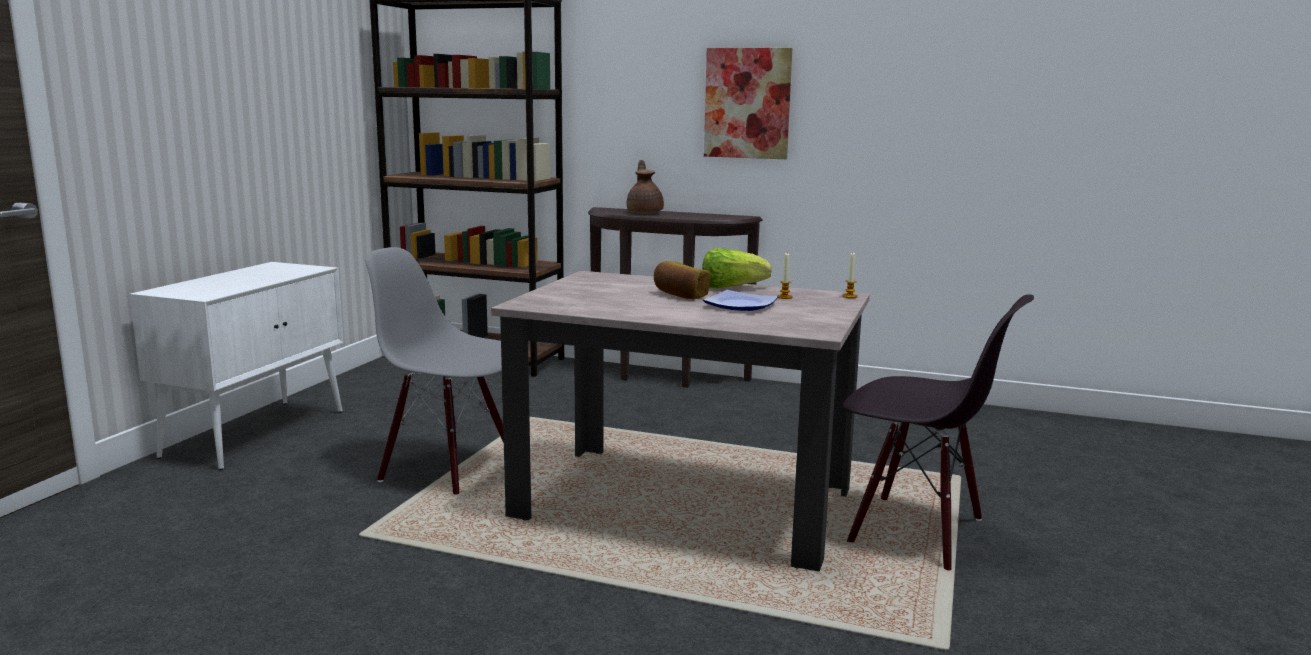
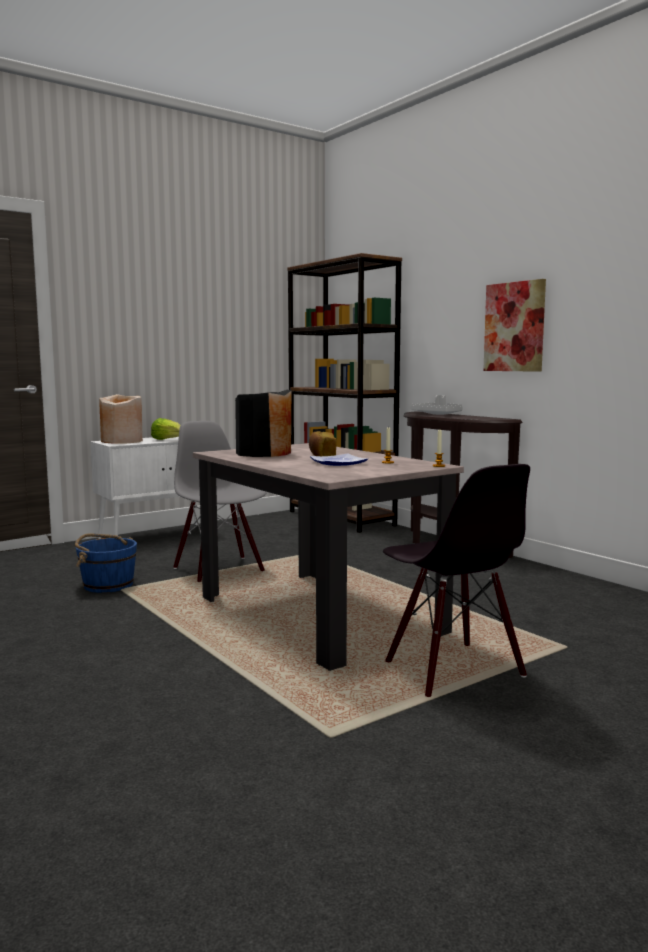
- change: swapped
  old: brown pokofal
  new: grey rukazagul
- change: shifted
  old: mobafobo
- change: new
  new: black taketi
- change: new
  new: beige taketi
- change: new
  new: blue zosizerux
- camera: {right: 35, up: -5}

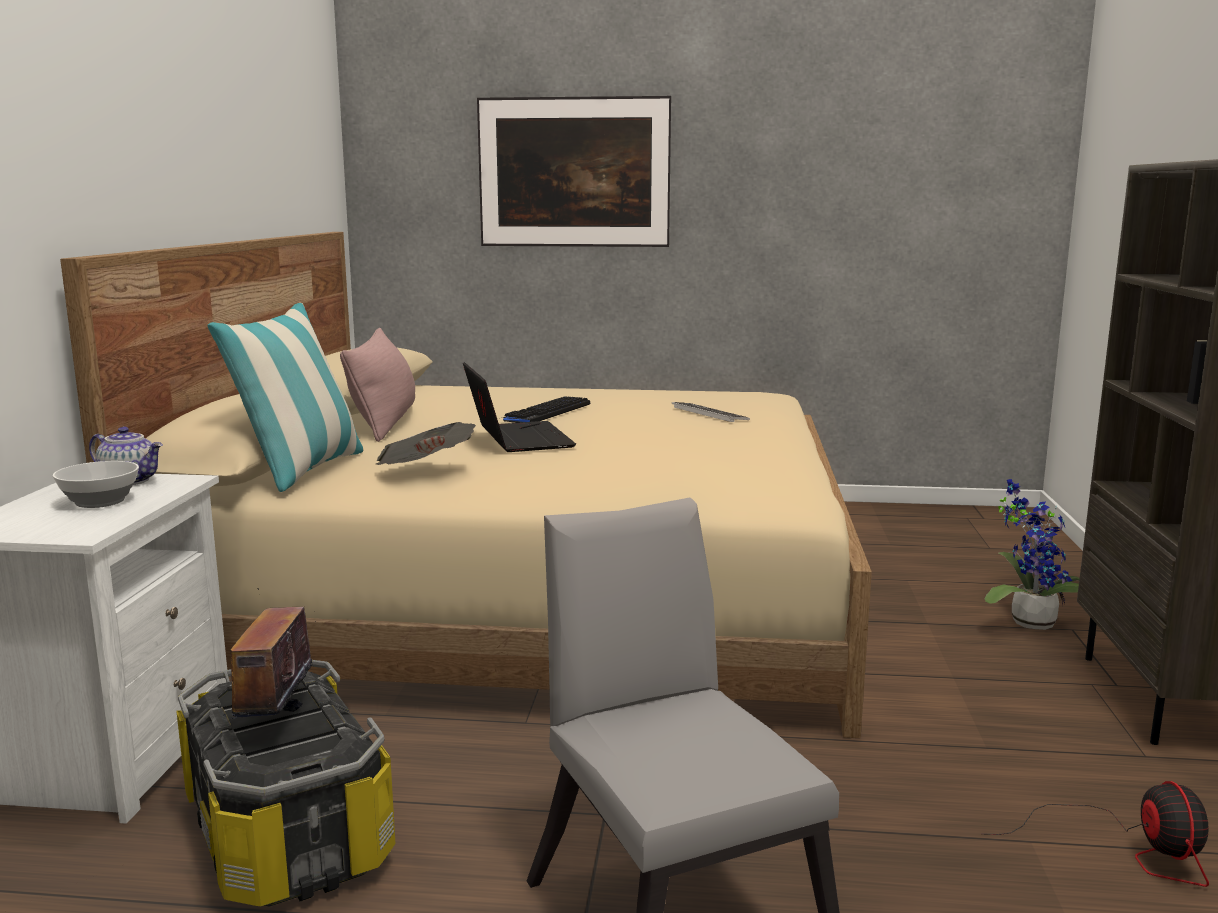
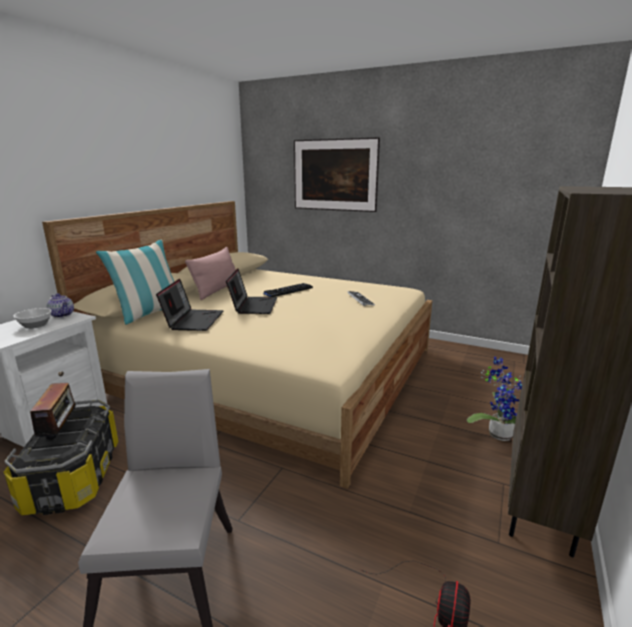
- change: swapped
  old: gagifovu
  new: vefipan (no. 1 from left)
- change: rotated
  old: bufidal
  degrees: 150
- camera: {right: 20, up: 5}

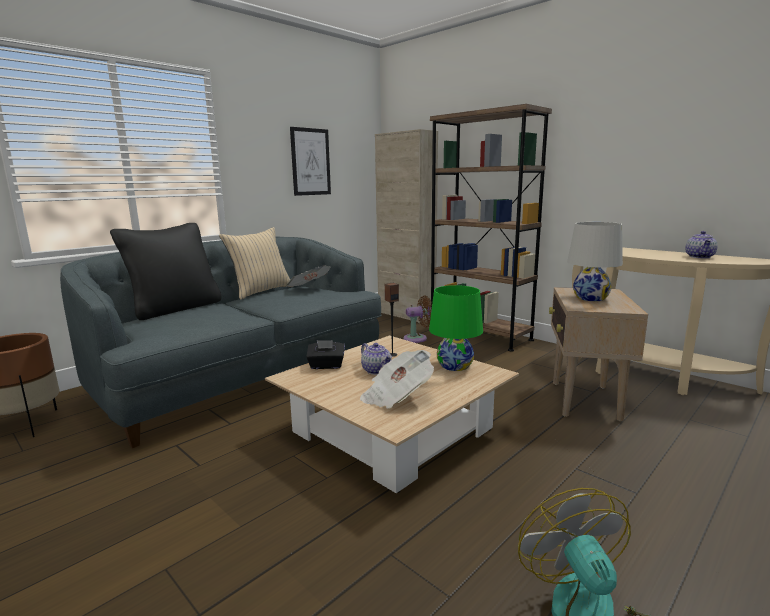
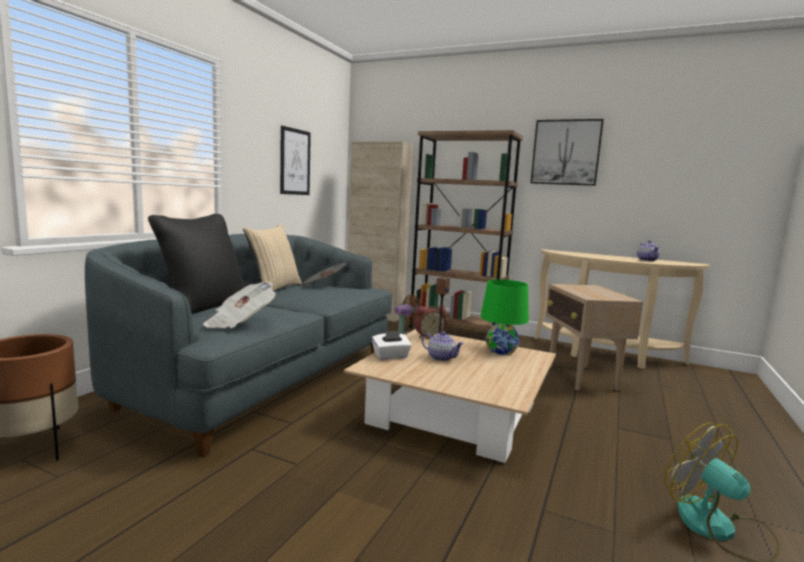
- change: gone
  old: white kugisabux
- change: repainted
  old: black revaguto
  new: white revaguto
- change: shifted
  old: gagifovu (no. 2 from left in the first image)
  new: gagifovu (no. 1 from left)
- change: new
  new: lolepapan (no. 2 from left)
- change: new
  new: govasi
- camera: {right: -20, up: -5}

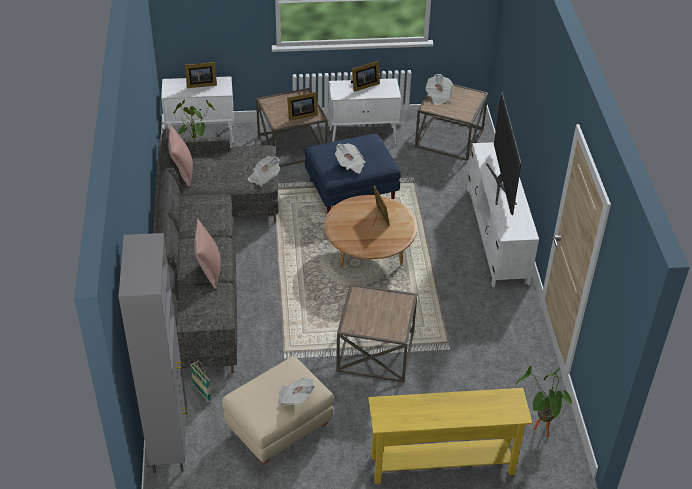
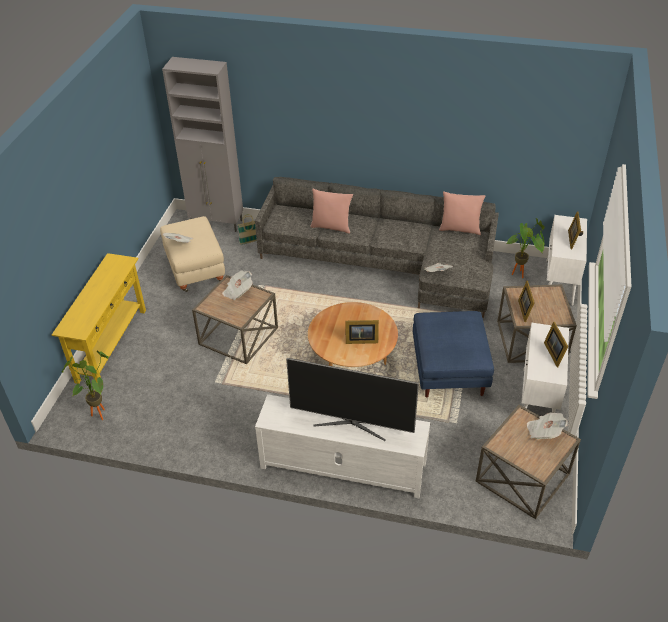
- change: shifted
  old: gagifovu (no. 3 from left in the first image)
  new: gagifovu (no. 2 from left)
- camera: {right: 110, up: 0}

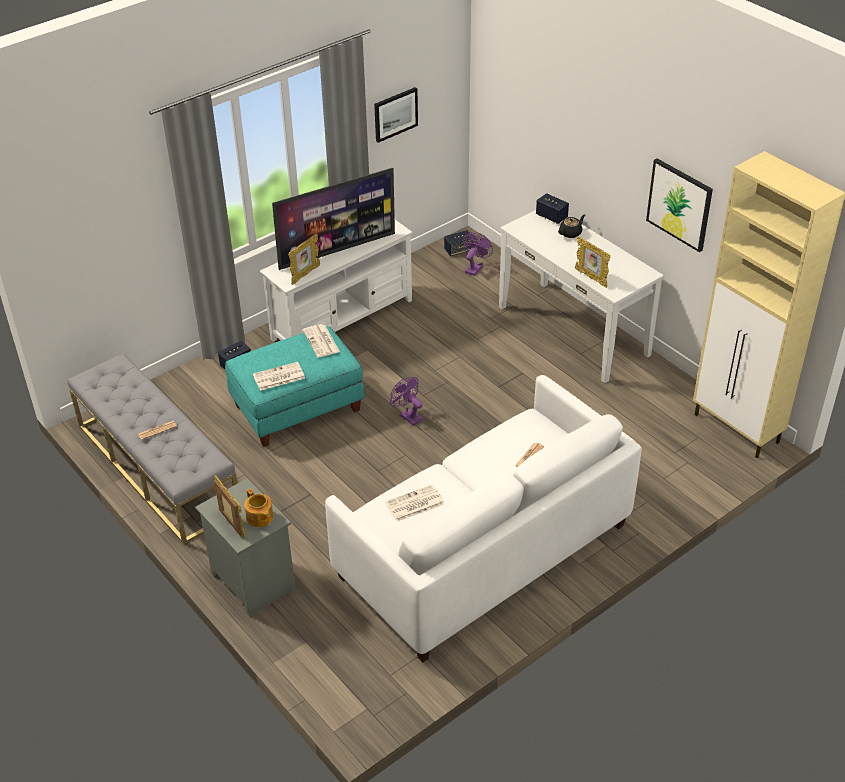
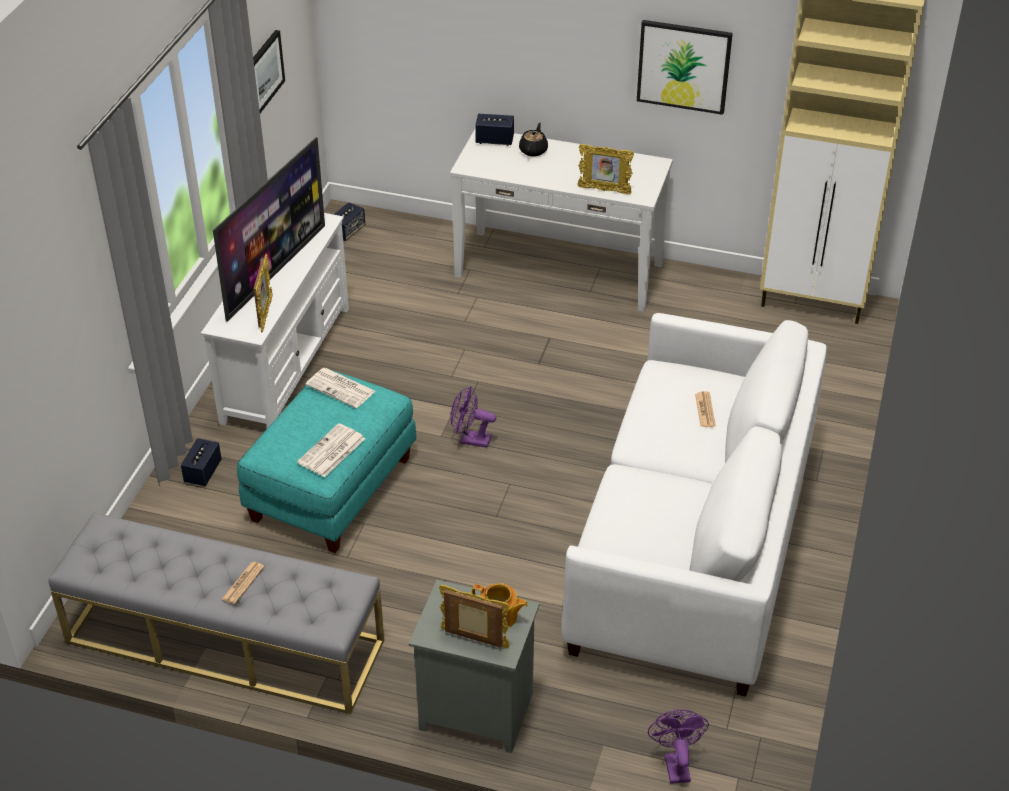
- change: shifted
  old: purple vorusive (no. 2 from left)
- change: gone
  old: gagifovu (no. 4 from left)
- camera: {right: -35, up: 0}

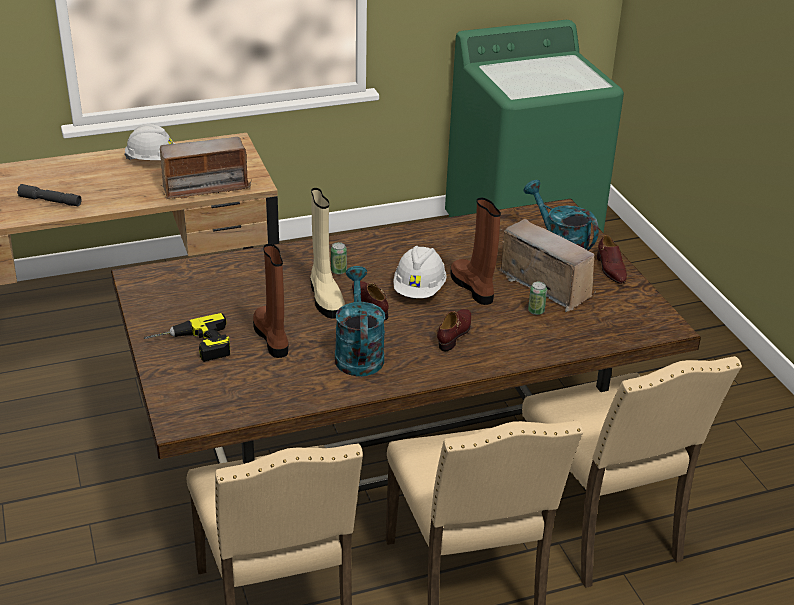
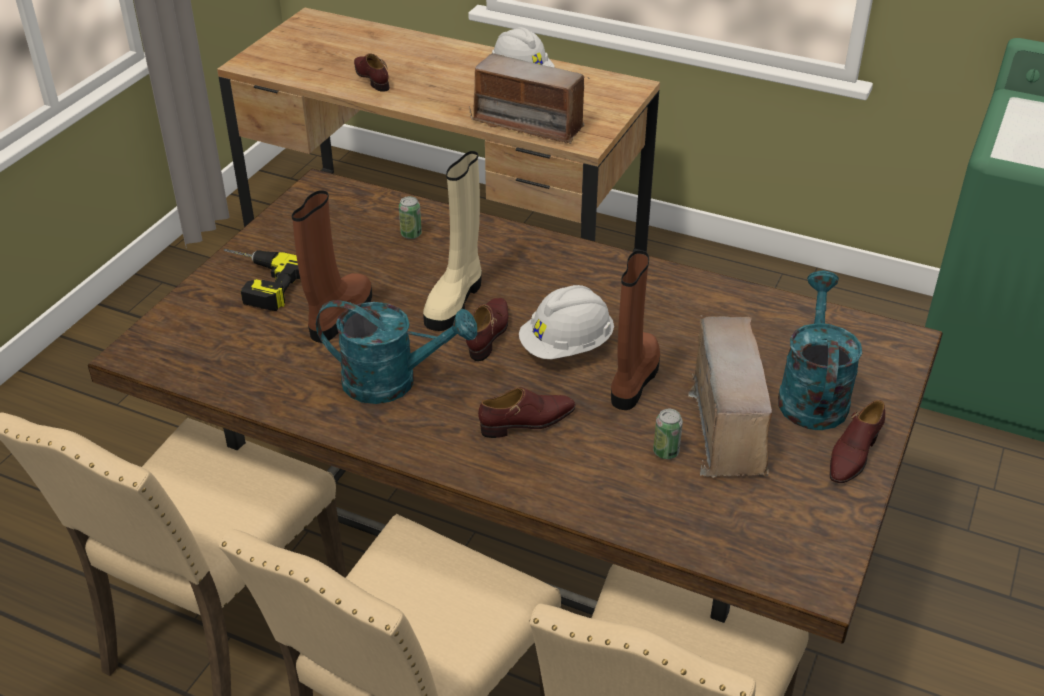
- change: swapped
  old: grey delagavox
  new: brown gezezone (no. 1 from left)
- change: shifted
  old: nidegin (no. 1 from left)
- change: rotated
  old: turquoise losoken (no. 1 from left)
  degrees: 60
- camera: {right: 45, up: 5}

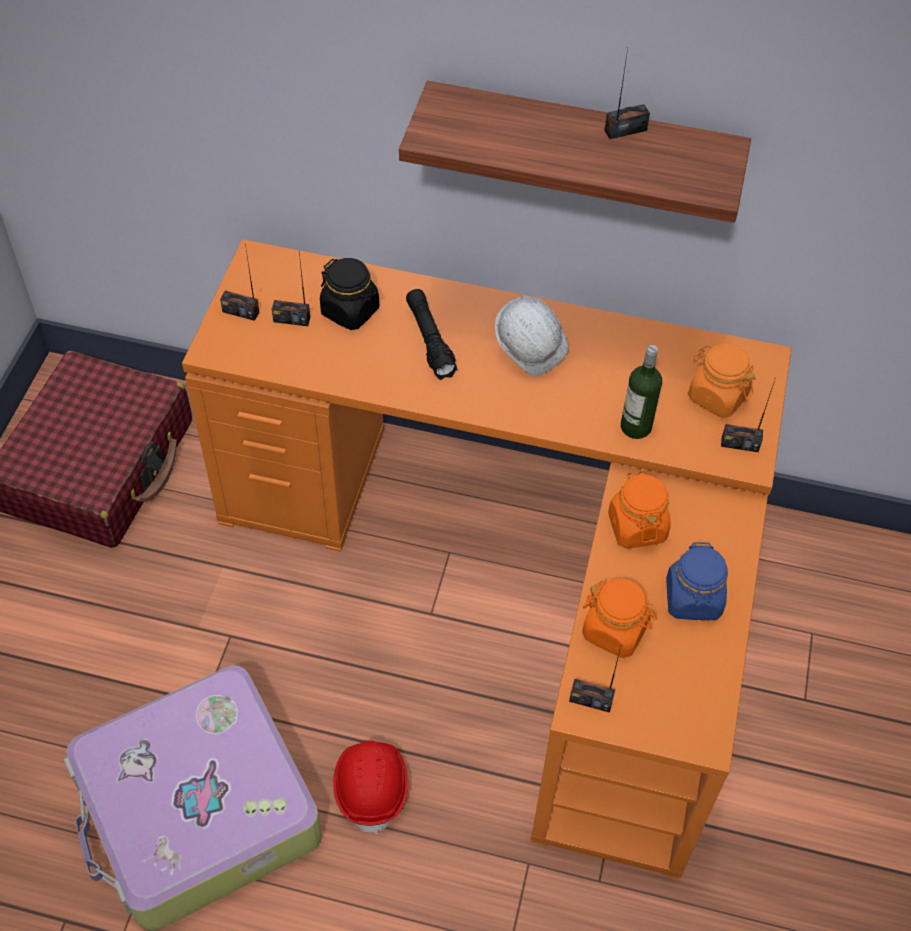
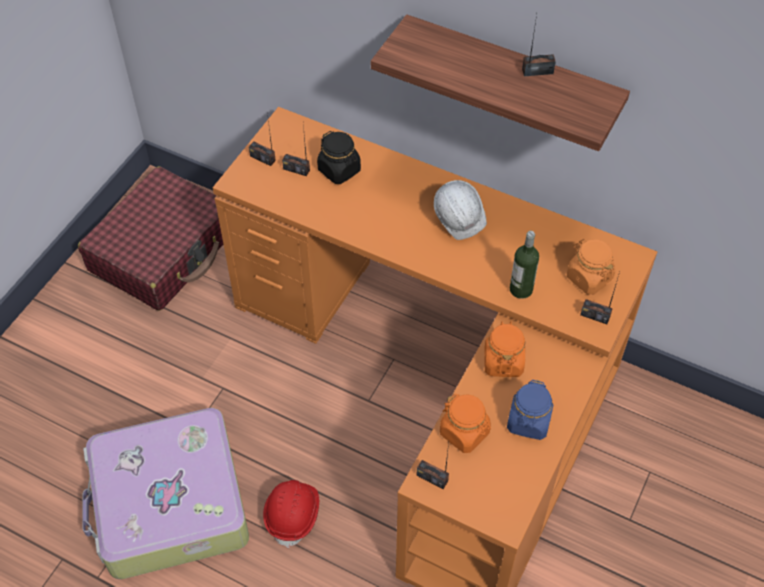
- change: gone
  old: black delagavox
- camera: {right: 15, up: 0}

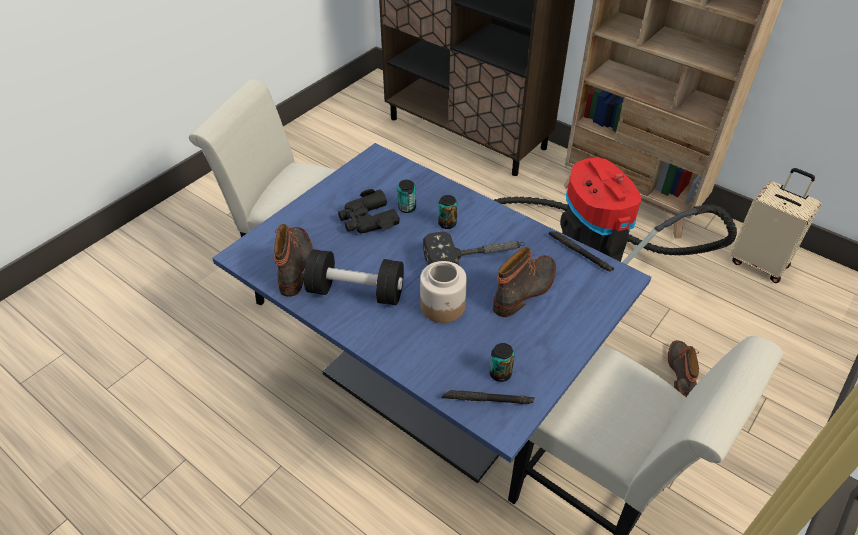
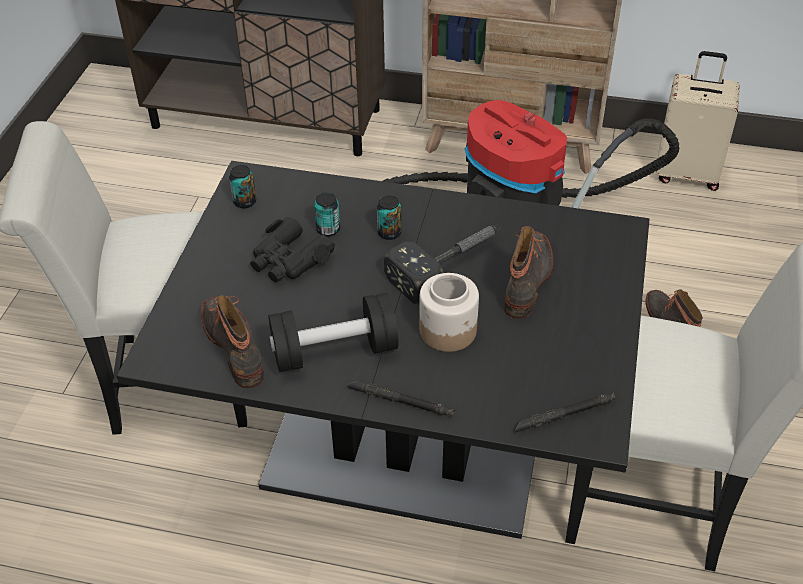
- change: repainted
  old: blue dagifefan
  new: black dagifefan
- change: shifted
  old: black delagavox (no. 2 from left in the first image)
  new: black delagavox (no. 1 from left)
- change: shifted
  old: nidegin (no. 3 from left in the first image)
  new: nidegin (no. 1 from left)
- camera: {right: -25, up: 0}

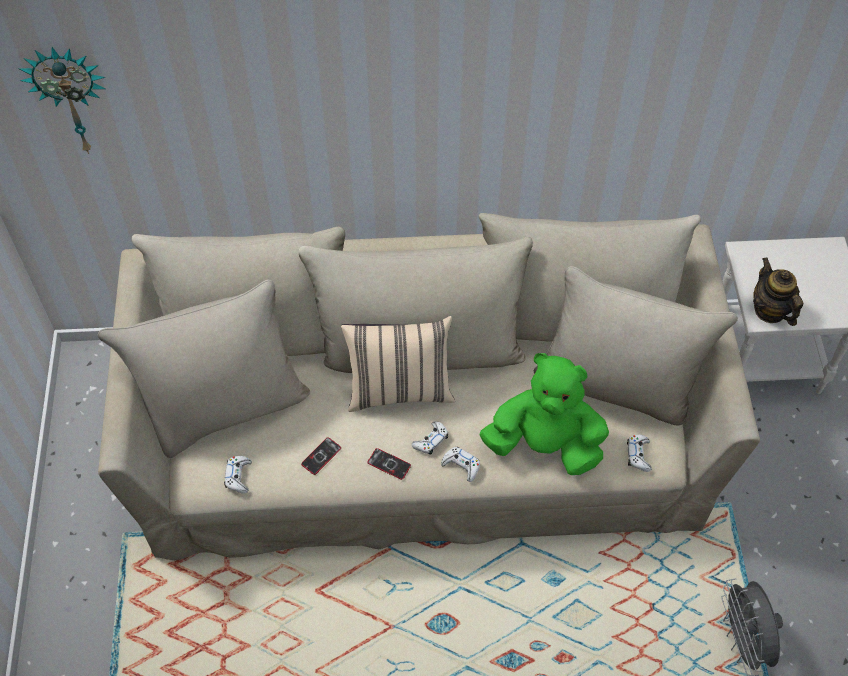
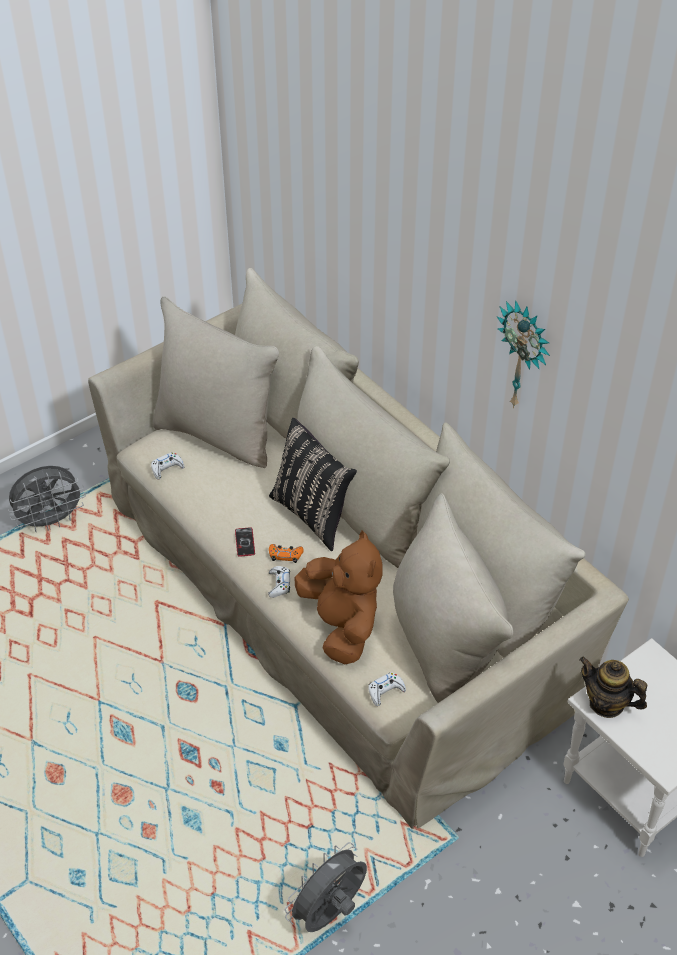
- change: shifted
  old: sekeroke
- change: rotated
  old: pokofal
  degrees: -90
- change: repainted
  old: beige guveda
  new: black guveda
- change: repainted
  old: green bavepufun
  new: brown bavepufun
- change: repainted
  old: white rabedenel (no. 2 from left)
  new: orange rabedenel
- change: gone
  old: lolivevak (no. 1 from left)
- change: new
  new: grey vorusive (no. 1 from left)
- camera: {right: 55, up: -10}

